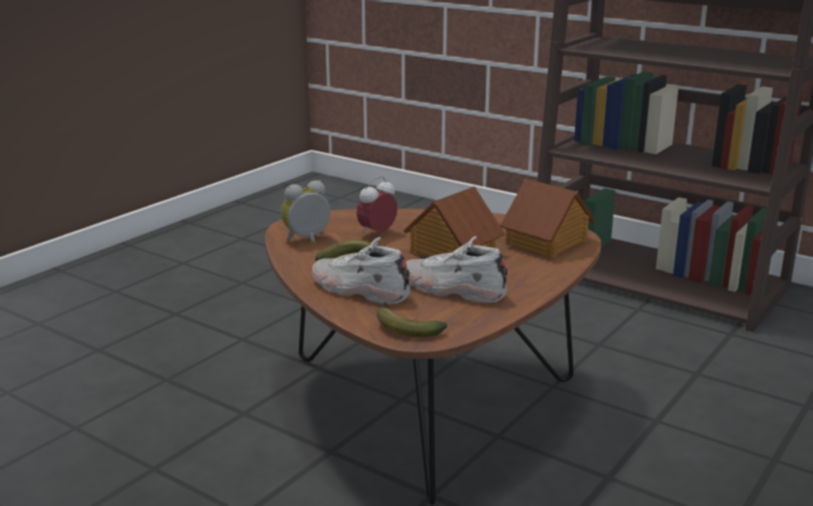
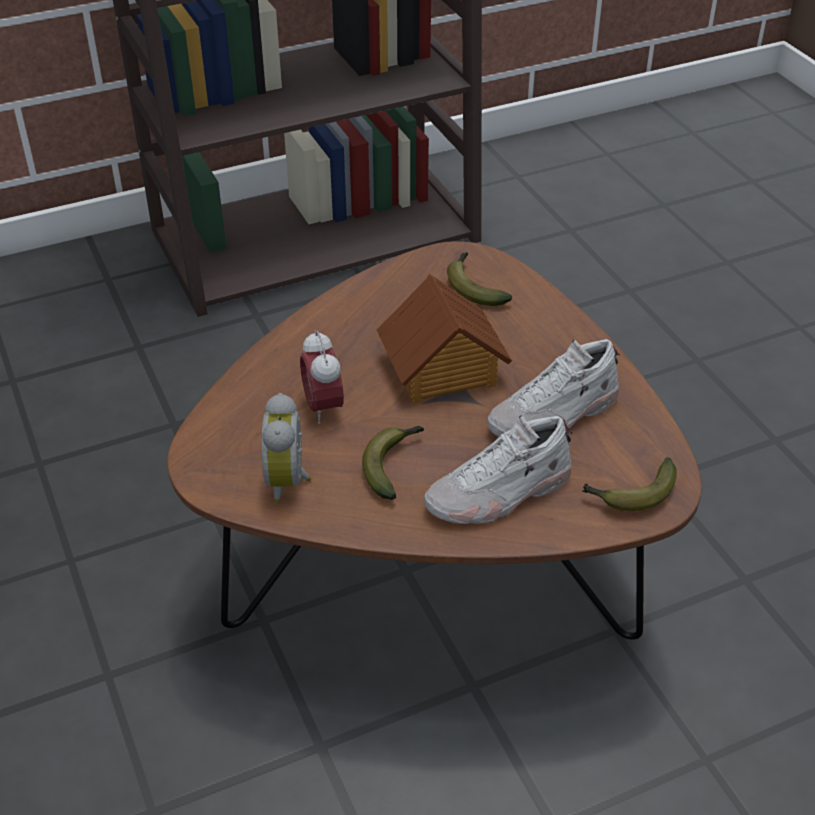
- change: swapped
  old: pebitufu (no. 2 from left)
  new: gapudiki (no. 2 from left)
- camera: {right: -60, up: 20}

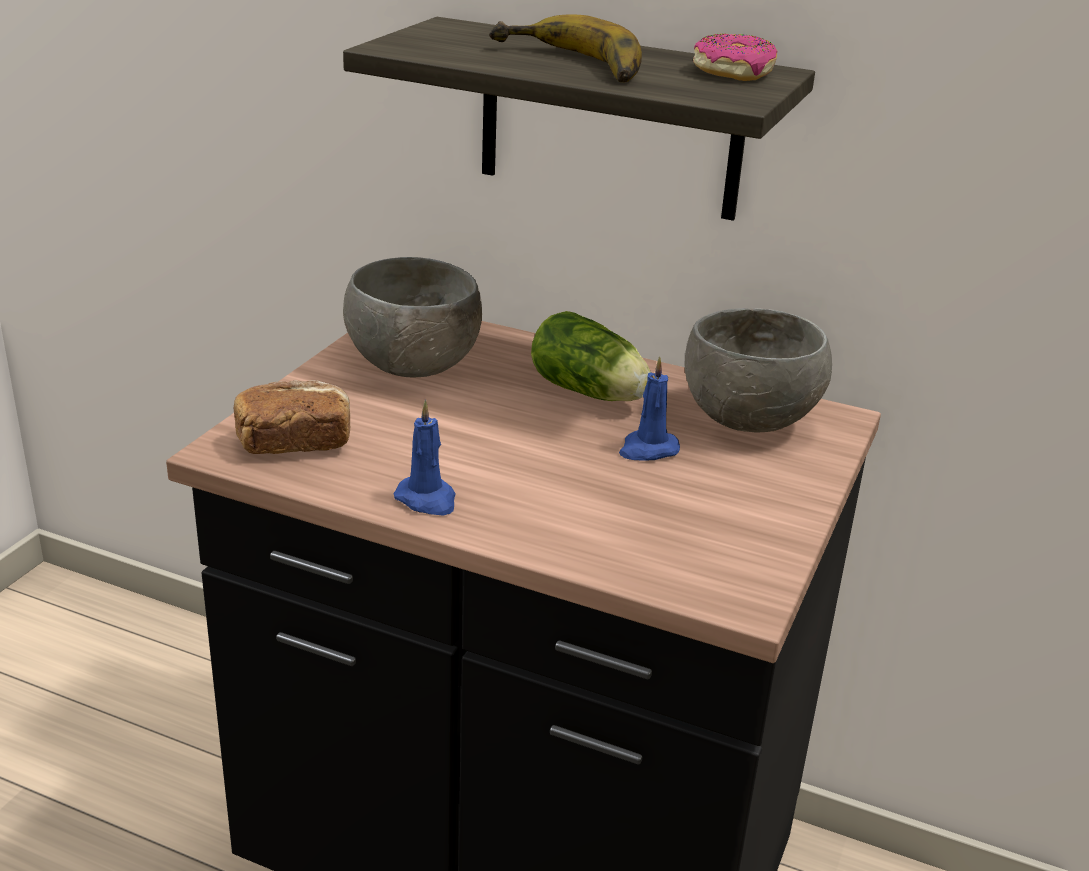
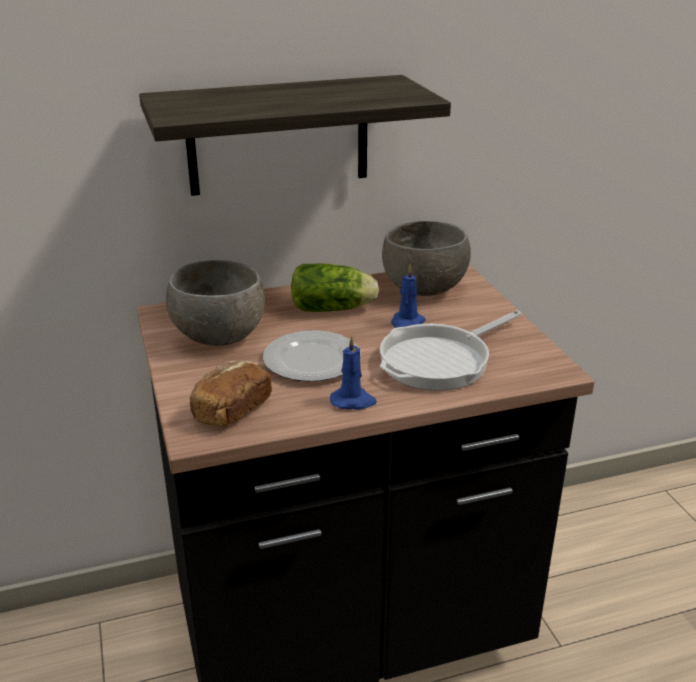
- change: gone
  old: gapudiki
- change: gone
  old: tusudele
- change: new
  new: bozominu
- change: new
  new: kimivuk
- camera: {right: -40, up: 0}

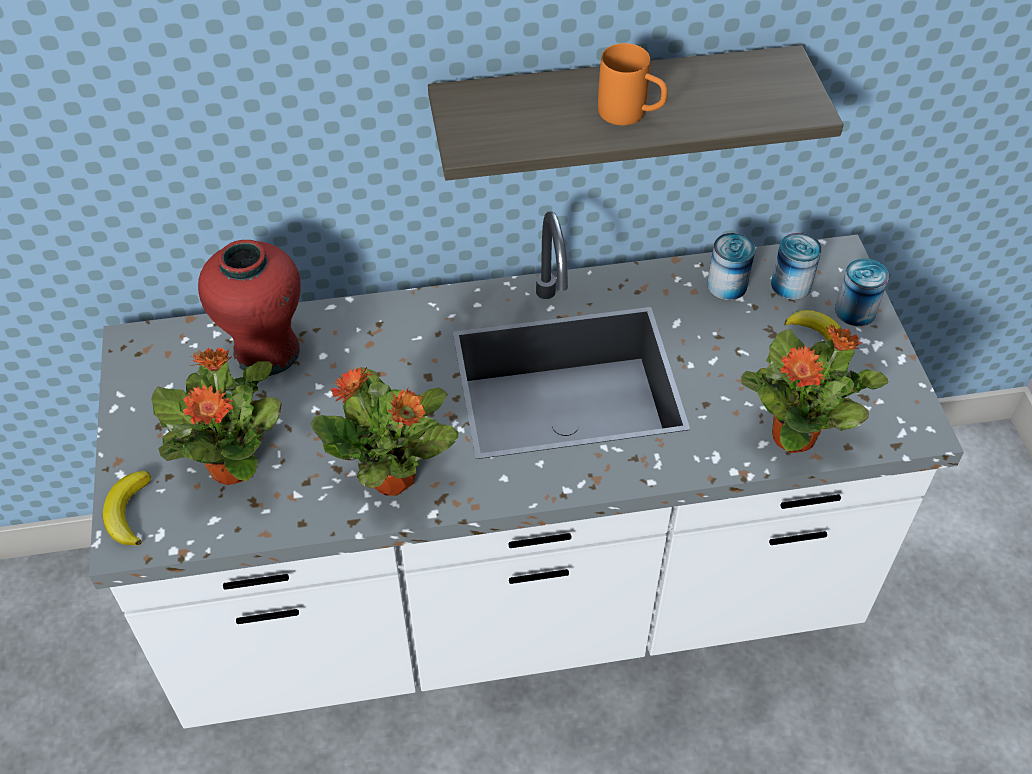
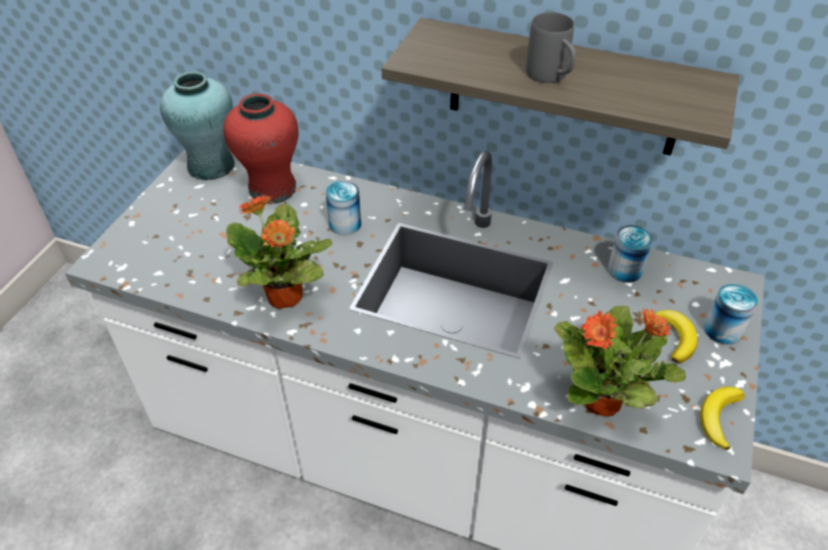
- change: repainted
  old: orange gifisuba
  new: grey gifisuba
- change: shifted
  old: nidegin (no. 2 from left in the first image)
  new: nidegin (no. 1 from left)
- change: gone
  old: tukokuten (no. 1 from left)
- change: shifted
  old: gapudiki (no. 1 from left in the first image)
  new: gapudiki (no. 2 from left)
- change: new
  new: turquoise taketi
- camera: {right: 30, up: -5}

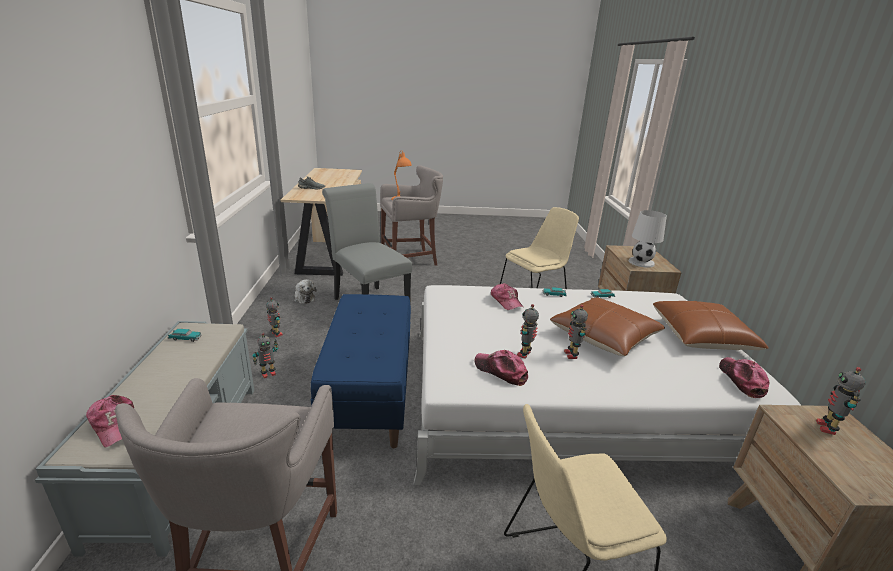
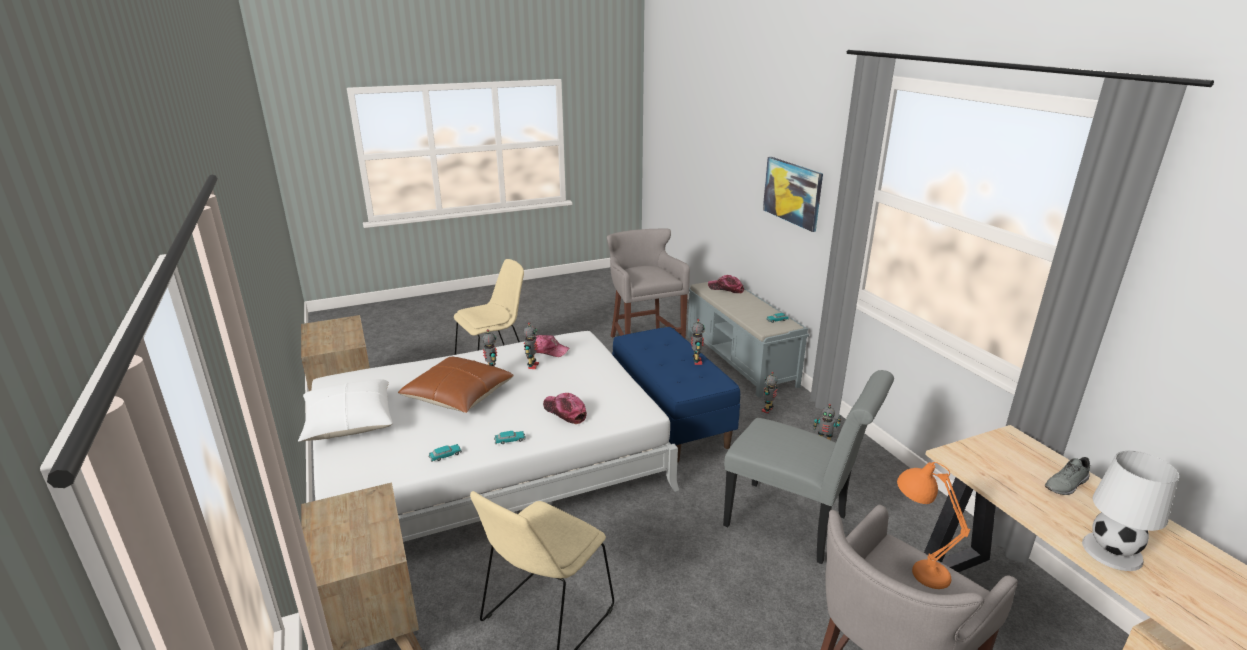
- change: shifted
  old: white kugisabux
- change: gone
  old: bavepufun
- change: repainted
  old: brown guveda (no. 2 from left)
  new: white guveda
- change: gone
  old: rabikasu (no. 4 from left)
- change: shifted
  old: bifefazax (no. 5 from left in the first image)
  new: bifefazax (no. 3 from left)
- change: new
  new: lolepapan
- camera: {right: 160, up: 0}

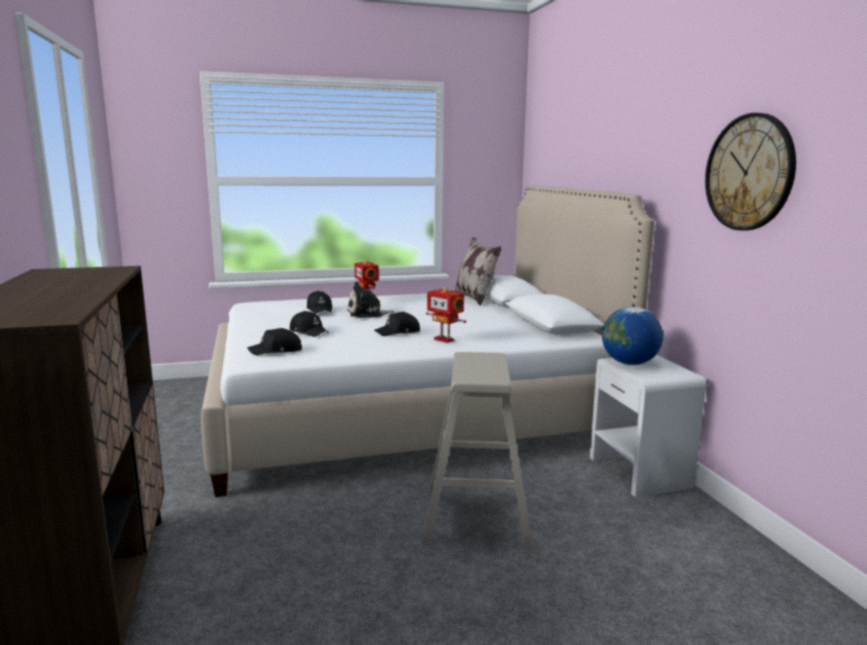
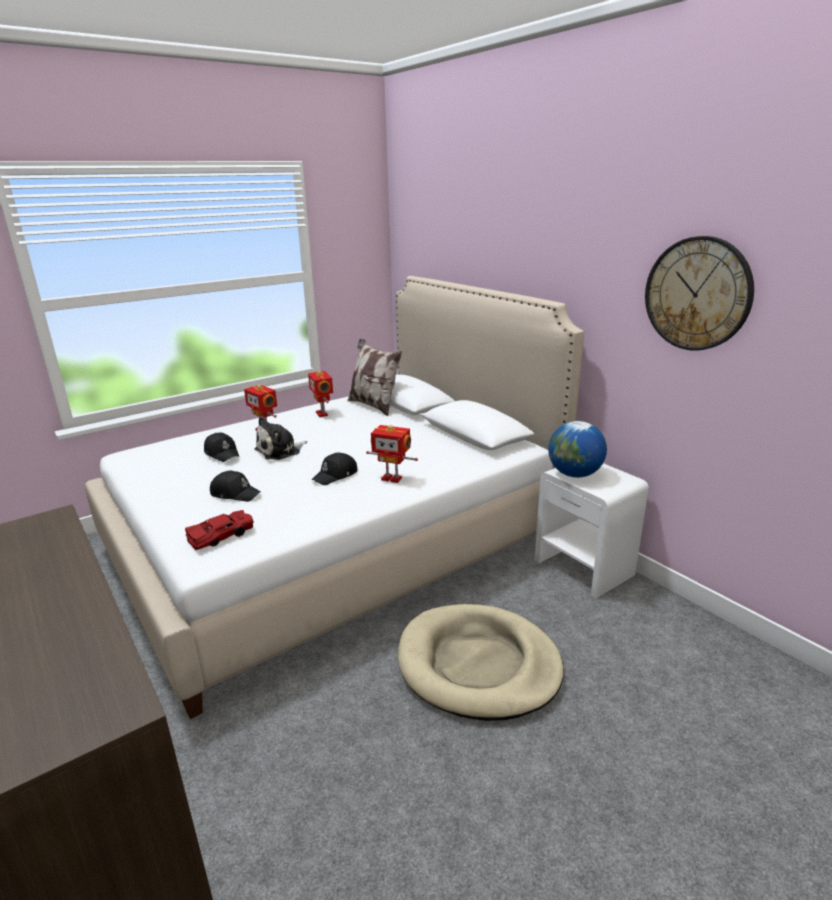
- change: swapped
  old: black rabikasu (no. 1 from left)
  new: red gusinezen
- change: swapped
  old: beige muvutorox
  new: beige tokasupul
- change: new
  new: bifefazax (no. 2 from left)
- camera: {right: -20, up: 10}

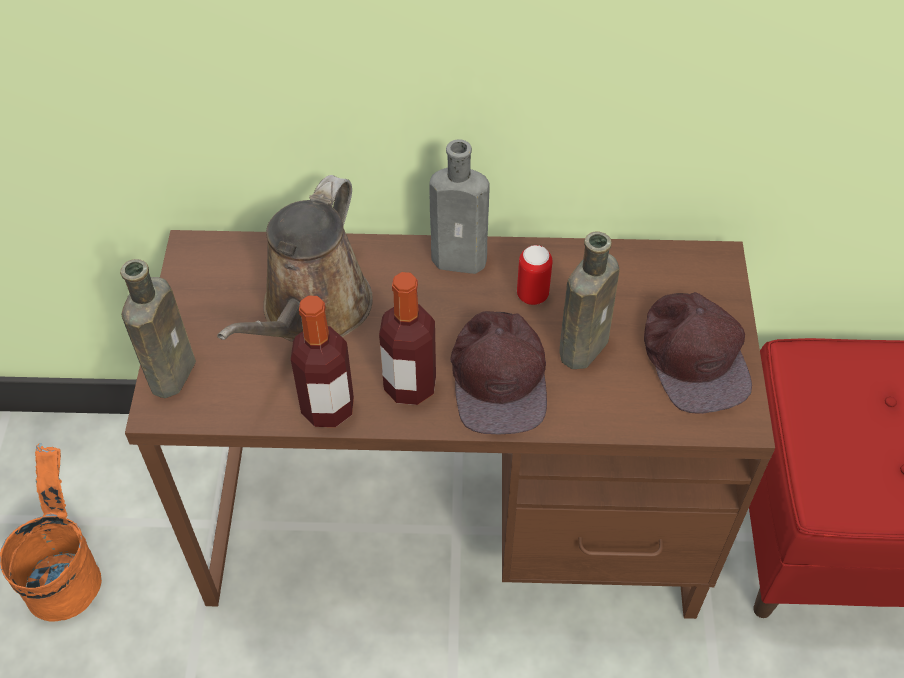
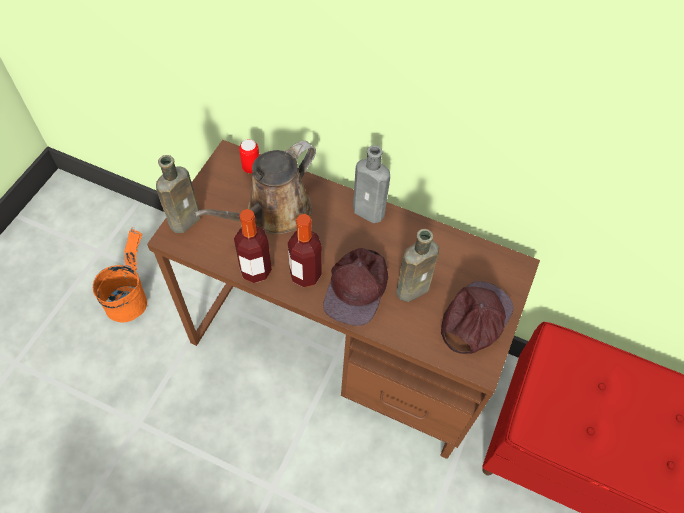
- change: shifted
  old: nidegin
- change: rotated
  old: brown rabikasu (no. 2 from left)
  degrees: -150
- camera: {right: 20, up: 5}

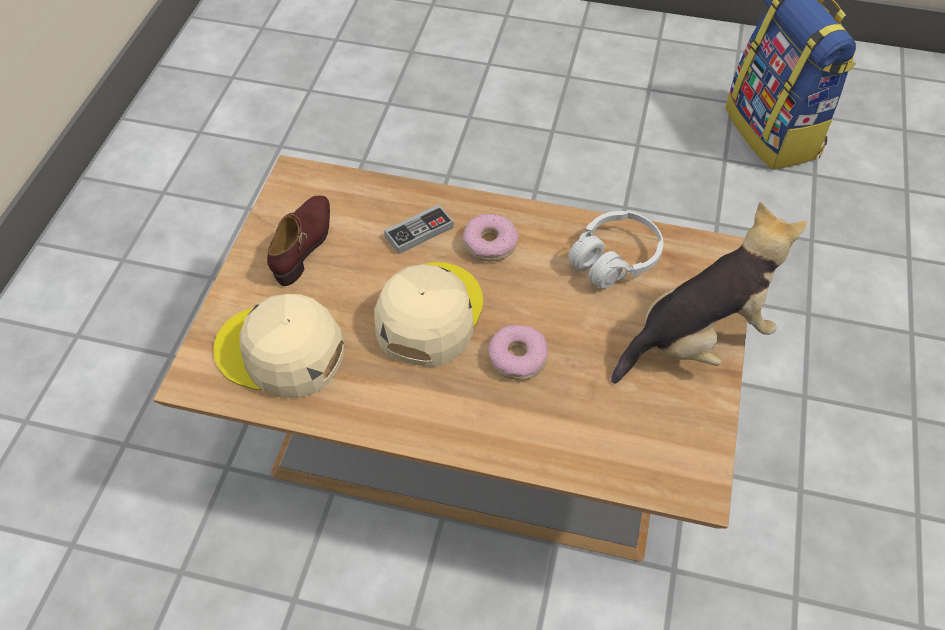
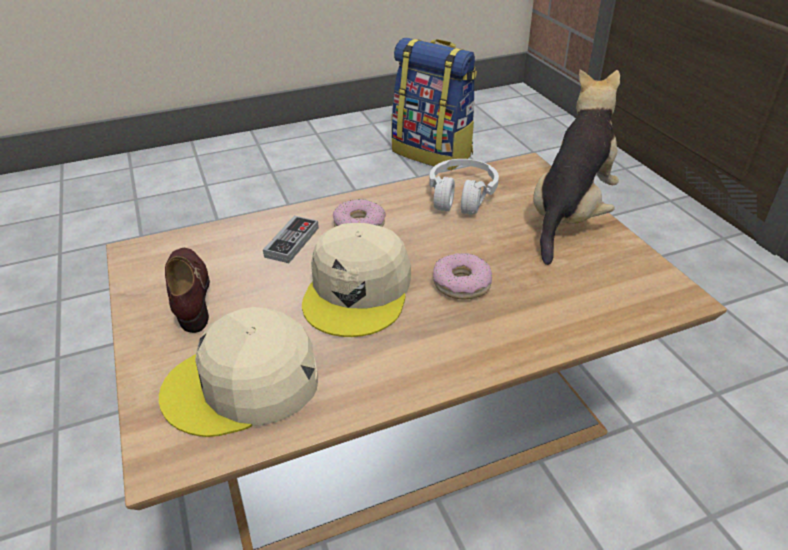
- change: rotated
  old: beige rabikasu (no. 2 from left)
  degrees: -150
- camera: {right: -35, up: -15}

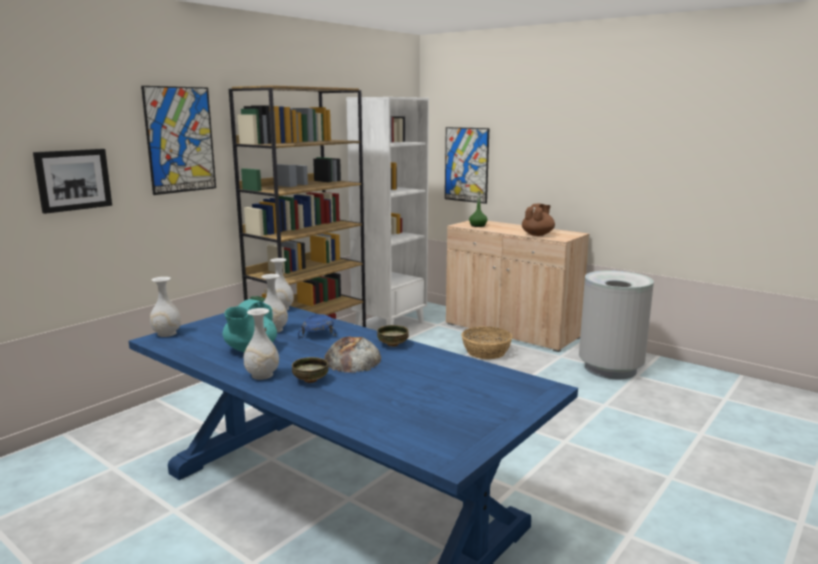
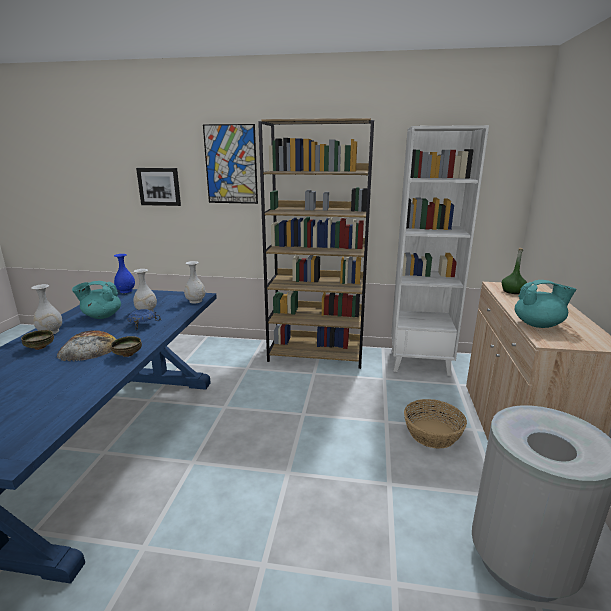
- change: gone
  old: lolepapan (no. 3 from left)
- change: repainted
  old: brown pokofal
  new: turquoise pokofal (no. 2 from left)
- change: repainted
  old: white taketi (no. 1 from left)
  new: blue taketi
- camera: {right: 60, up: 5}

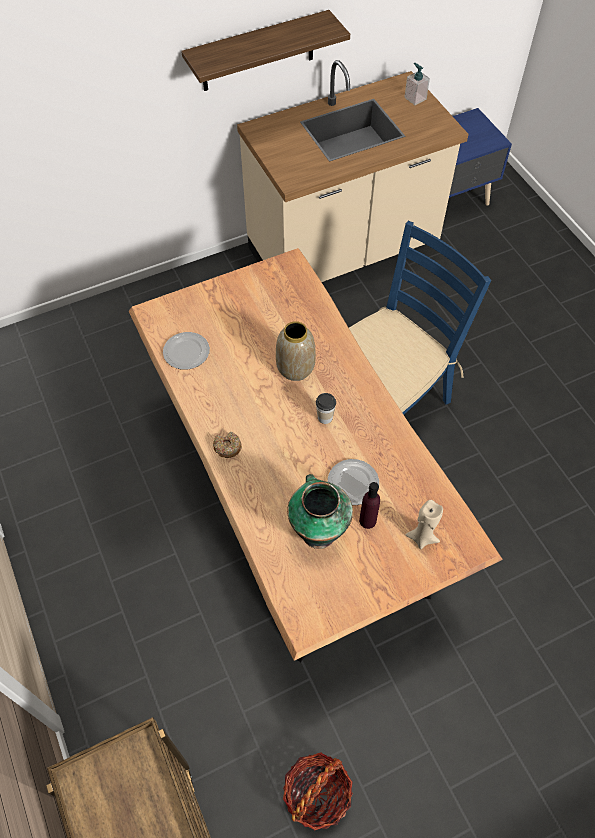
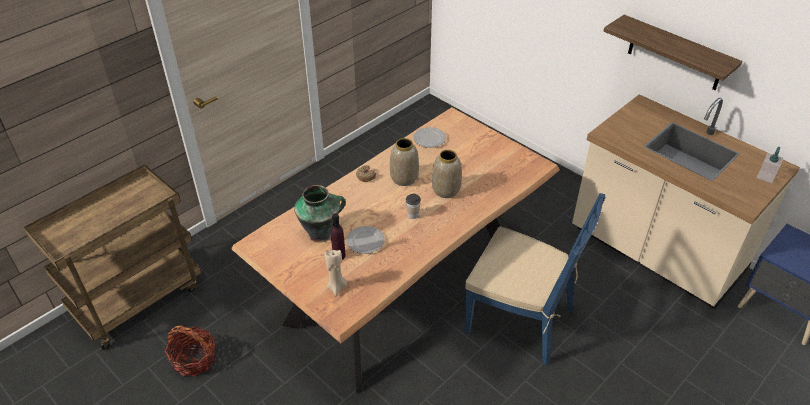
- change: new
  new: taketi (no. 2 from left)
- camera: {right: 70, up: -15}

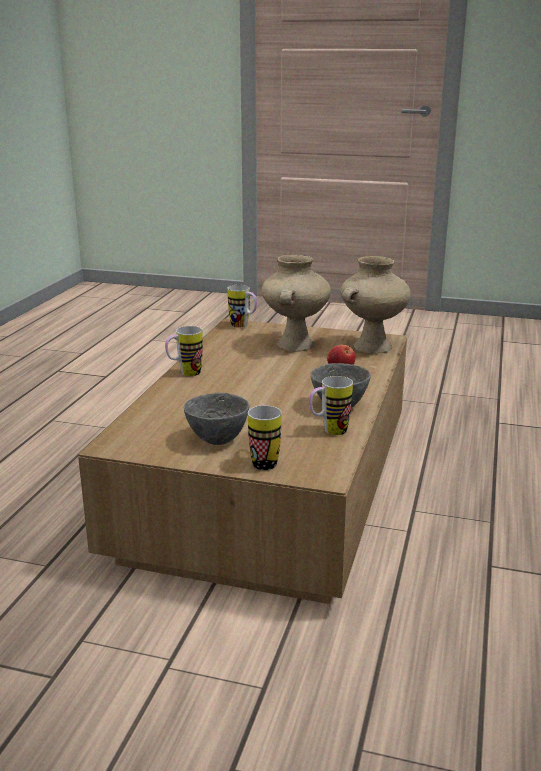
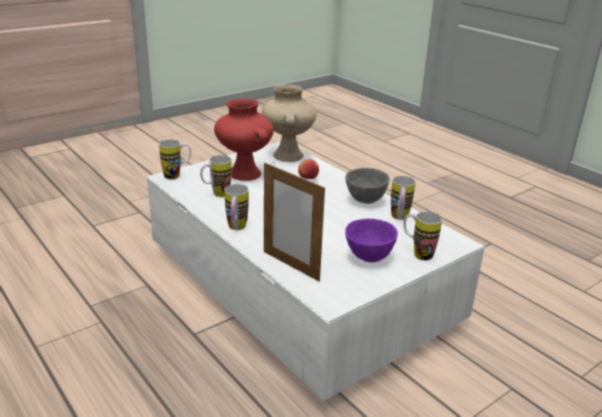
- change: repainted
  old: beige taketi (no. 1 from left)
  new: red taketi
- change: repainted
  old: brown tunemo
  new: white tunemo
- change: repainted
  old: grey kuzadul (no. 1 from left)
  new: purple kuzadul
- change: new
  new: gifisuba (no. 2 from left)
- change: new
  new: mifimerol
- camera: {right: -55, up: 5}

